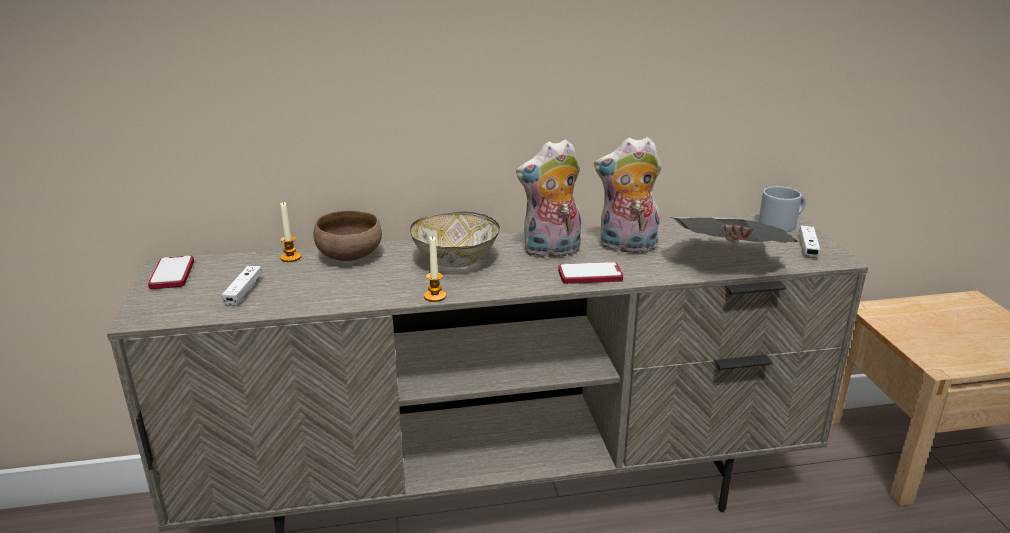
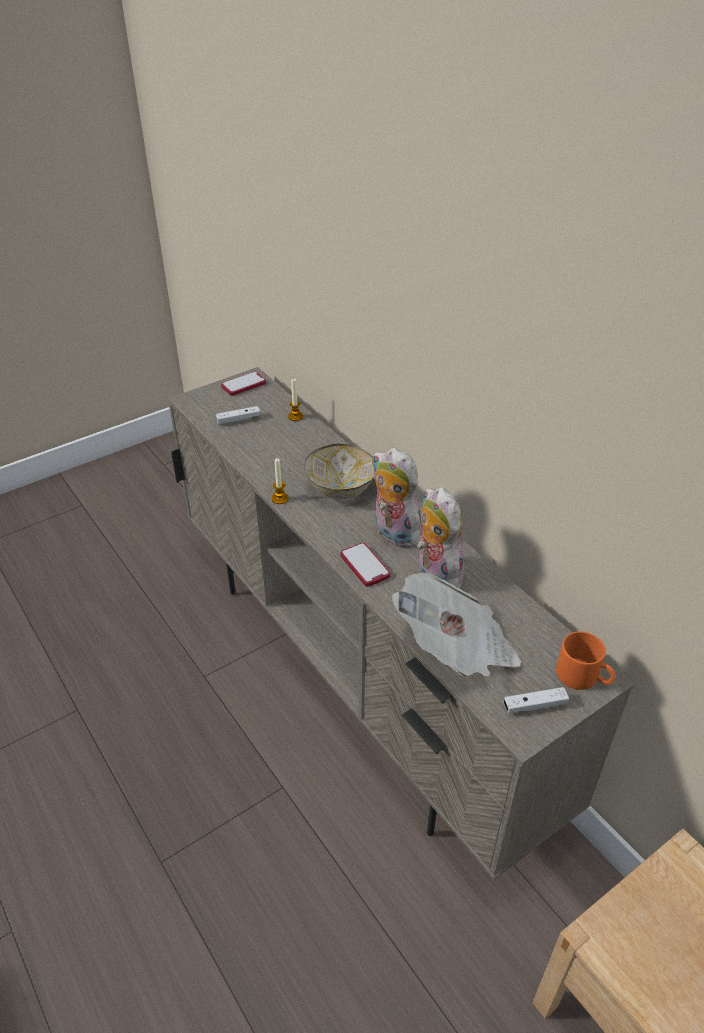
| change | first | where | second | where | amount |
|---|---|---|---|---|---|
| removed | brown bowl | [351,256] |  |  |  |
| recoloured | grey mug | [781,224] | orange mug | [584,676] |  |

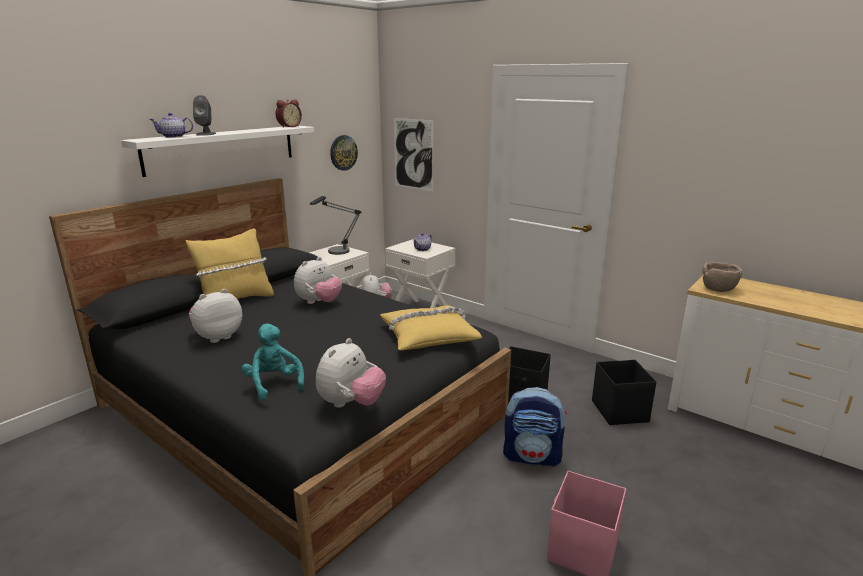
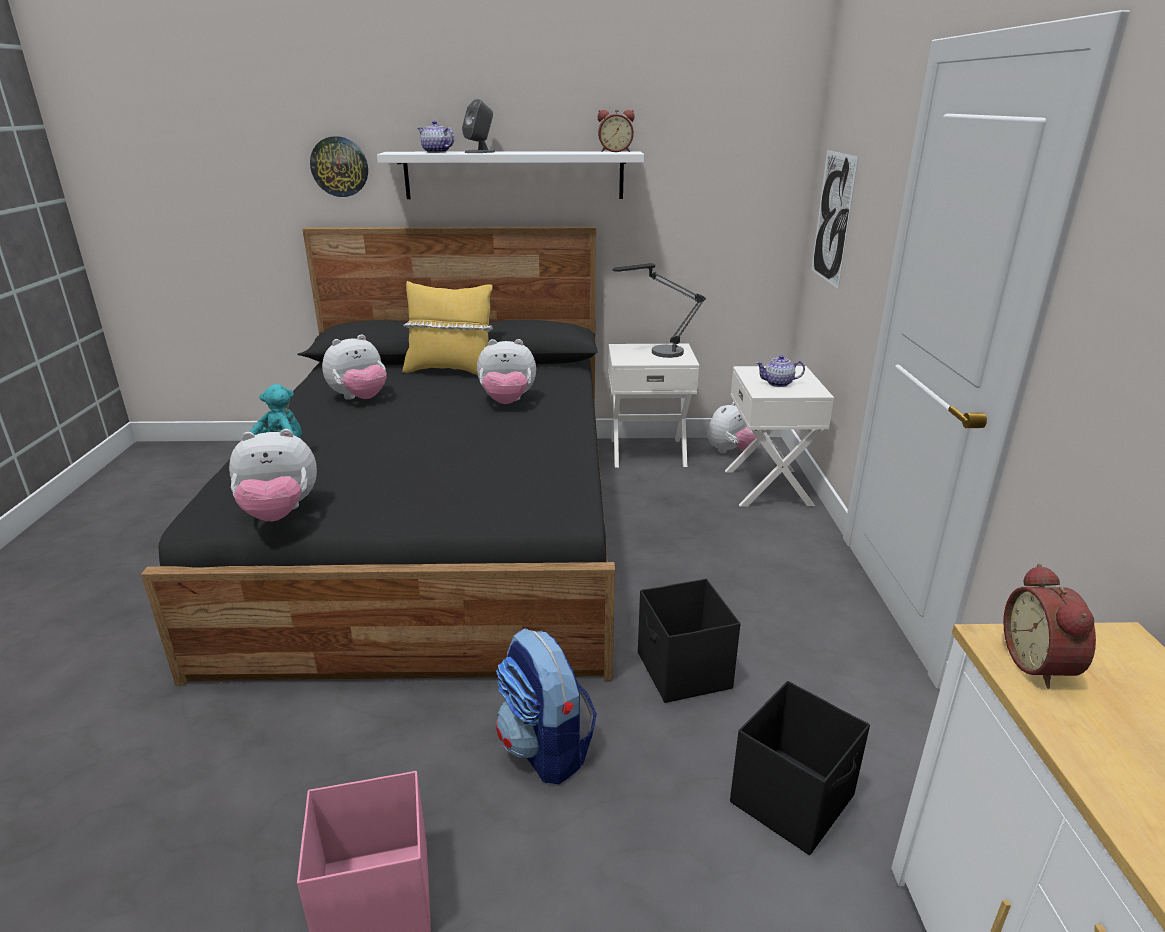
| change | first | where | second | where | amount |
|---|---|---|---|---|---|
| turned | plush toy | [217,337] |  | [360,399] | 135 degrees clockwise |
| moved | wall clock | [343,152] |  | [339,166] |  |
| removed | yellow pillow | [428,335] |  |  |  |
| replaced | brown bowl | [718,289] | alarm clock | [1041,664] |  |

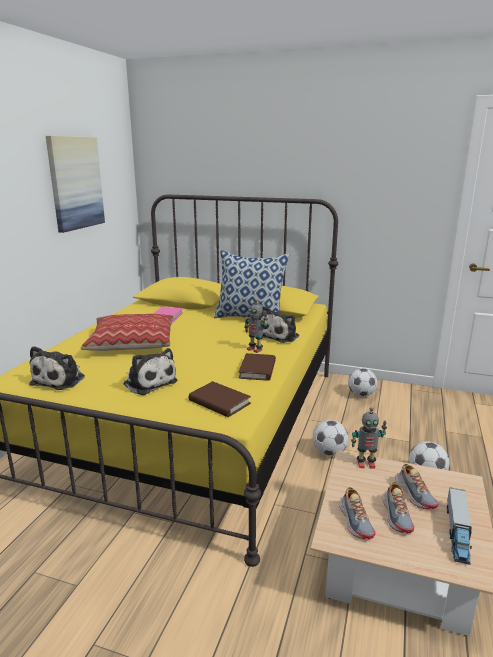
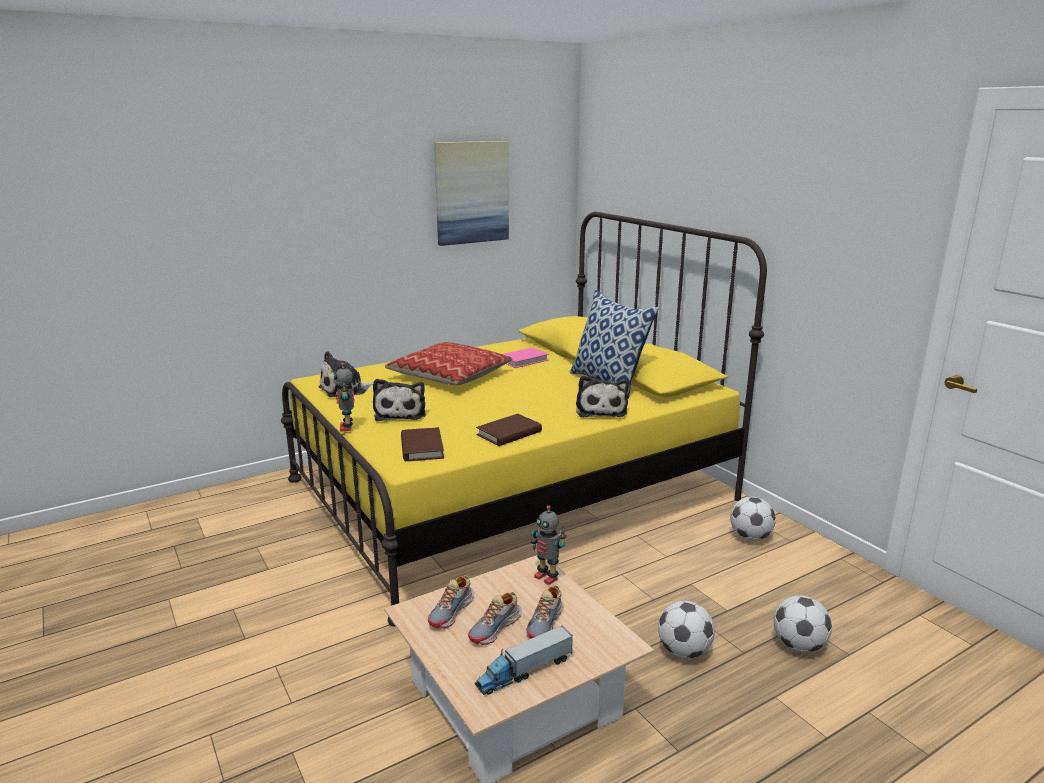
| change | first | where | second | where | amount |
|---|---|---|---|---|---|
| moved | toy robot | [255,349] |  | [347,427] |  |
| turned | plush toy | [280,336] |  | [600,410] | 75 degrees counterclockwise |
| moved | football | [329,452] |  | [798,645] |  |

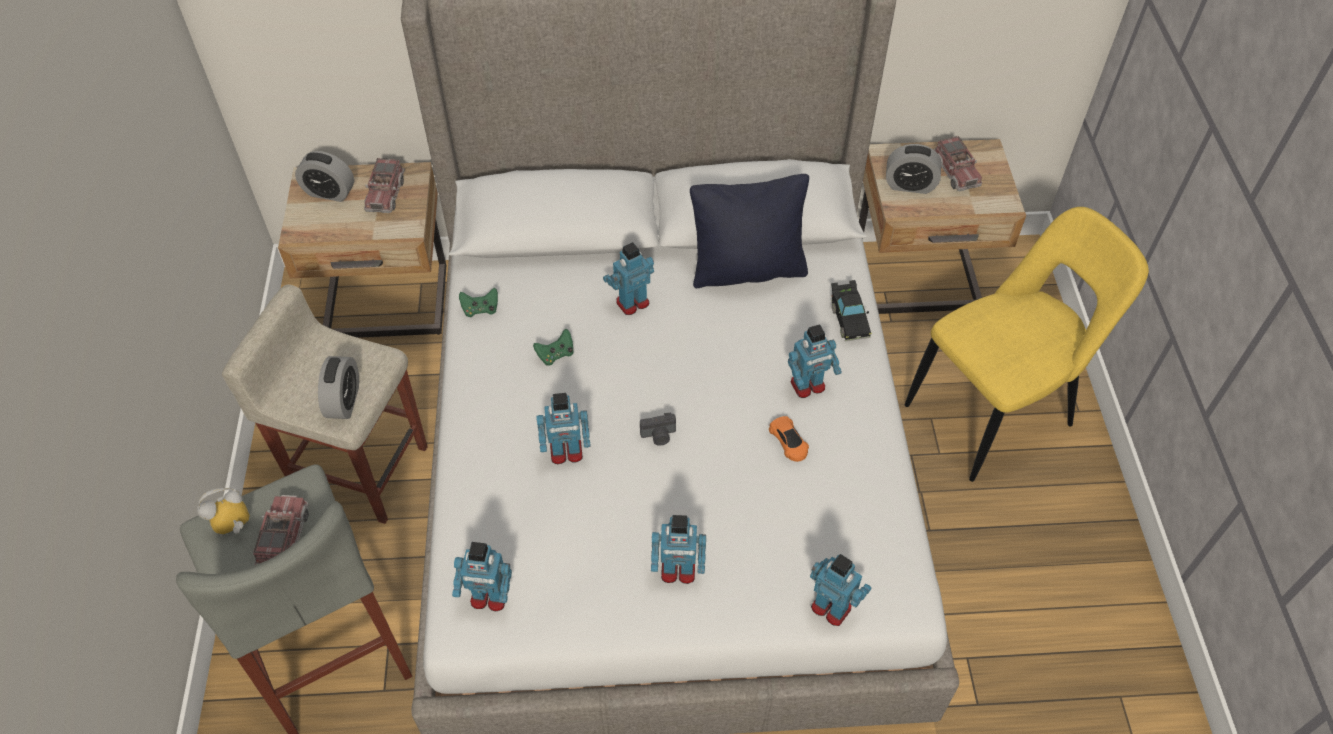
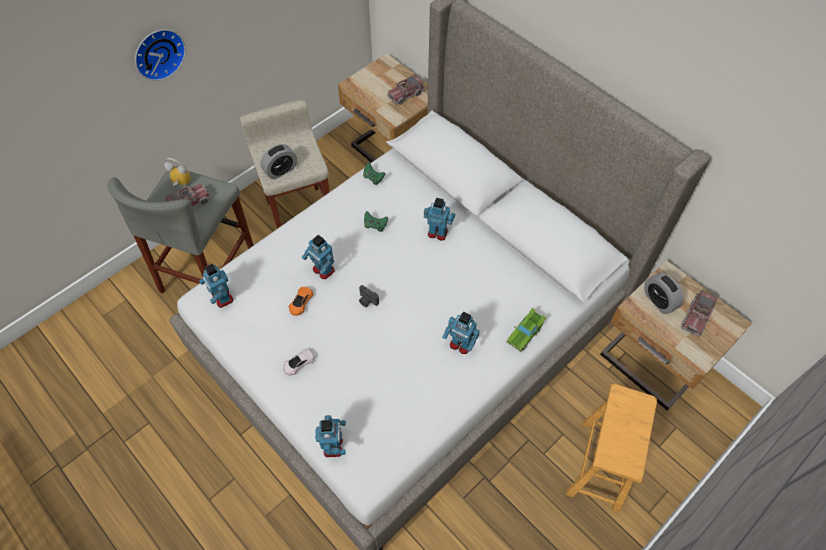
| change | first | where | second | where | amount |
|---|---|---|---|---|---|
| removed | alarm clock | [329,192] |  |  |  |
| replaced | toy robot | [678,571] | white toy car | [298,363] |  |
| removed | black pillow | [747,270] |  |  |  |
| moved | orange toy car | [789,441] |  | [301,302] |  |
| recoloured | black toy car | [848,318] | green toy car | [525,334] |  |
| replaced | yellow chair | [995,412] | brown stool | [600,465] |  |
| added |  |  | wall clock | [158,53] |  |

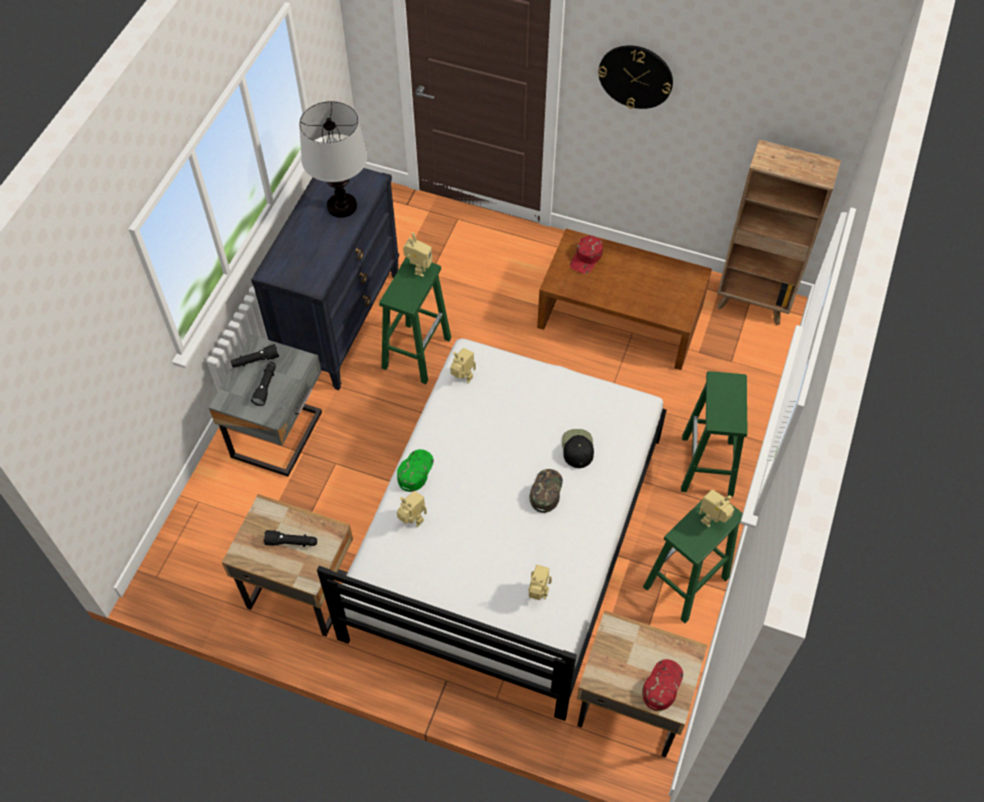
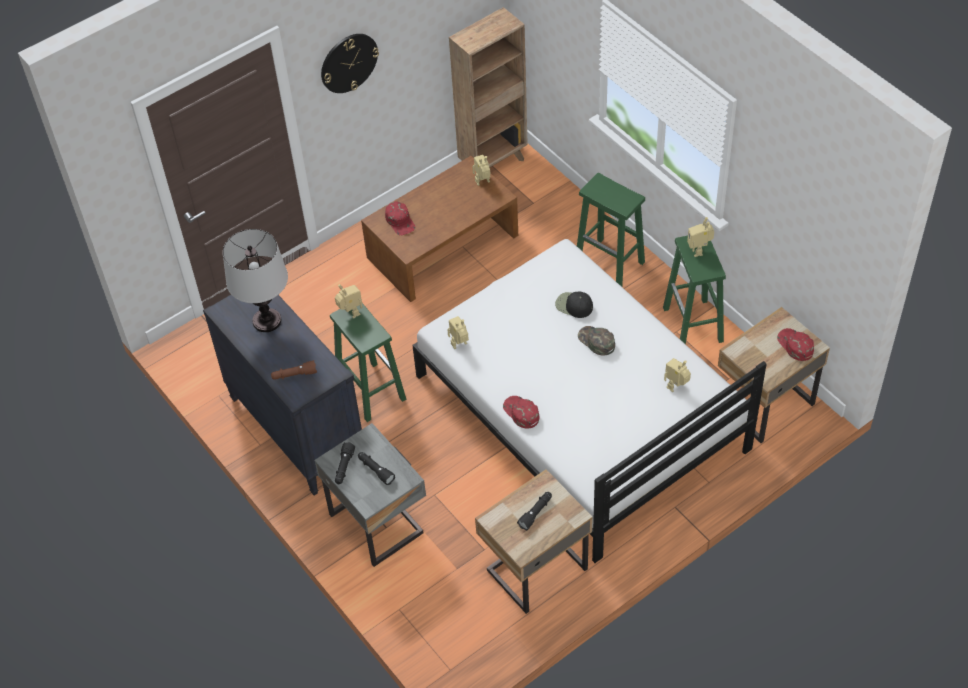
| change | first | where | second | where | amount |
|---|---|---|---|---|---|
| recoloured | green cap | [415,471] | red cap | [521,413] |  |
| moved | toy robot | [412,521] |  | [483,183] |  |
| added |  |  | brown flashlight | [294,375] |  |

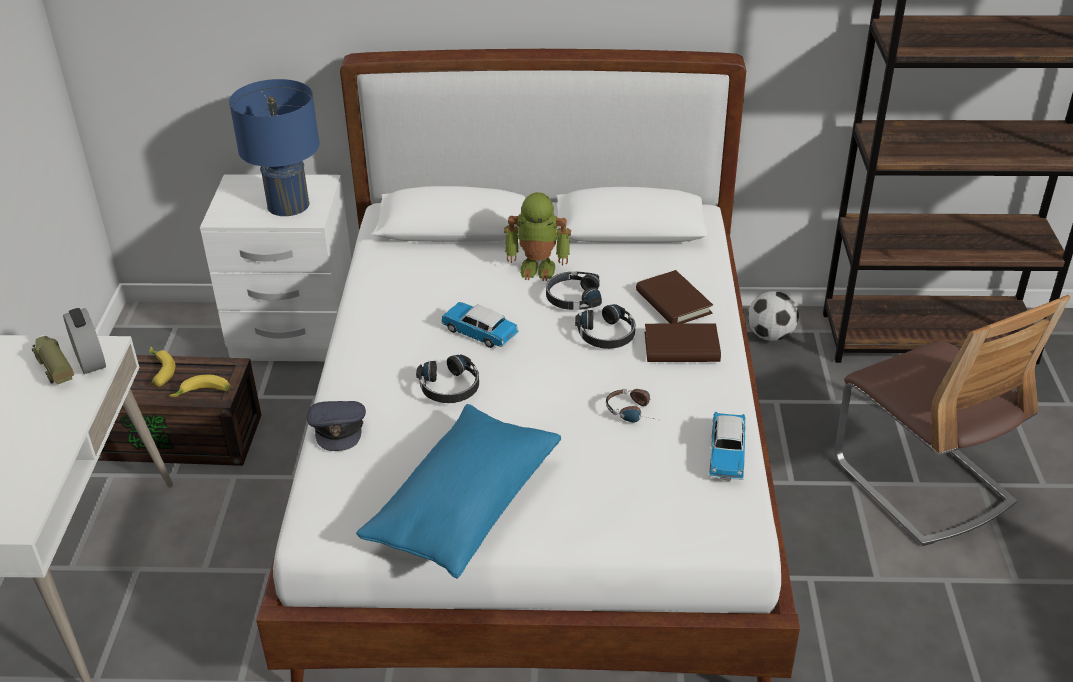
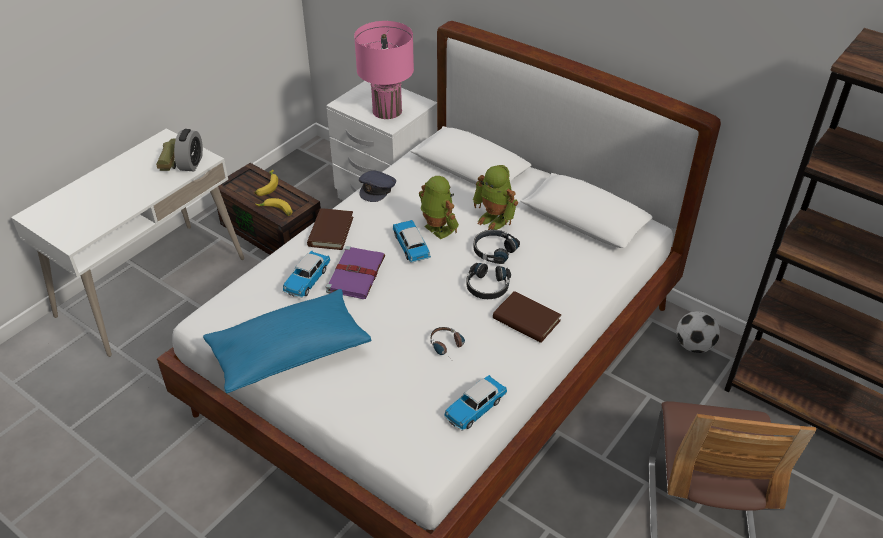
| change | first | where | second | where | amount |
|---|---|---|---|---|---|
| recoloured | blue table lamp | [288,205] | pink table lamp | [387,111] |  |
| moved | grey cap | [338,428] |  | [377,189] |  |
| replaced | black headphones | [450,387] | purple book | [356,274] |  |
| moved | brown book | [673,302] |  | [330,231] |  |
| added |  |  | toy car | [307,280] |  |
| added |  |  | toy robot | [437,230] |  |

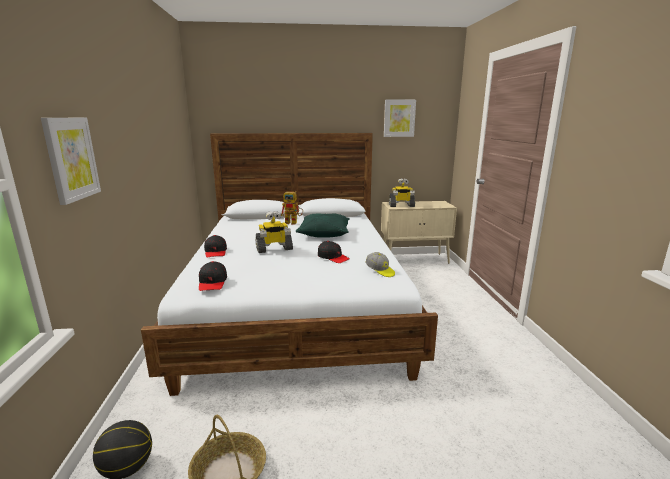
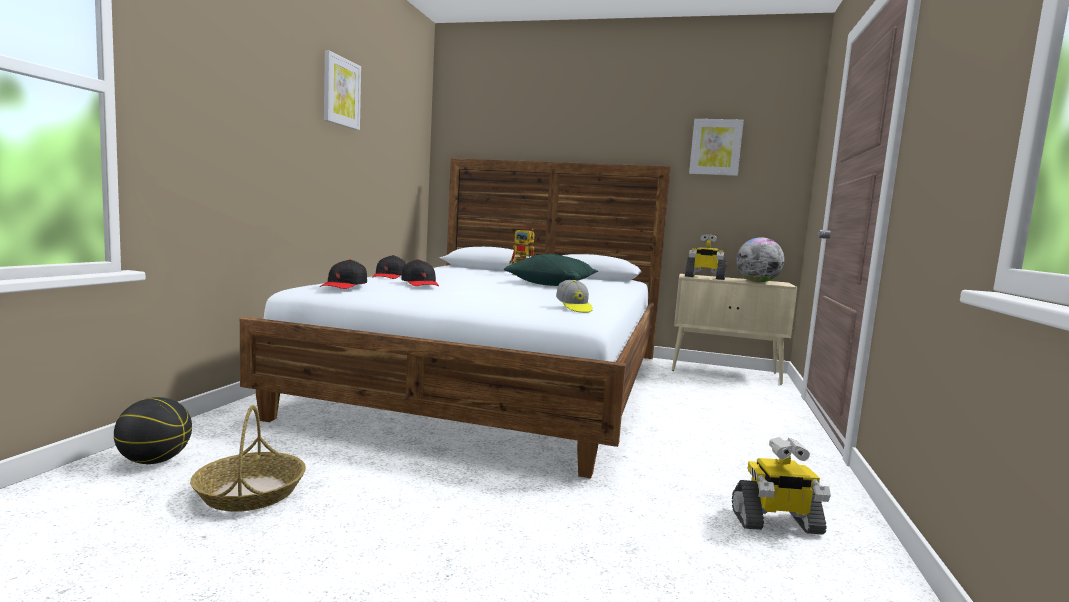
| change | first | where | second | where | amount |
|---|---|---|---|---|---|
| moved | picture | [71,159] |  | [341,92] |  |
| moved | toy robot | [274,249] |  | [776,522] |  |
| moved | black cap | [333,257] |  | [420,283] |  |
| added |  |  | globe | [757,282] |  |

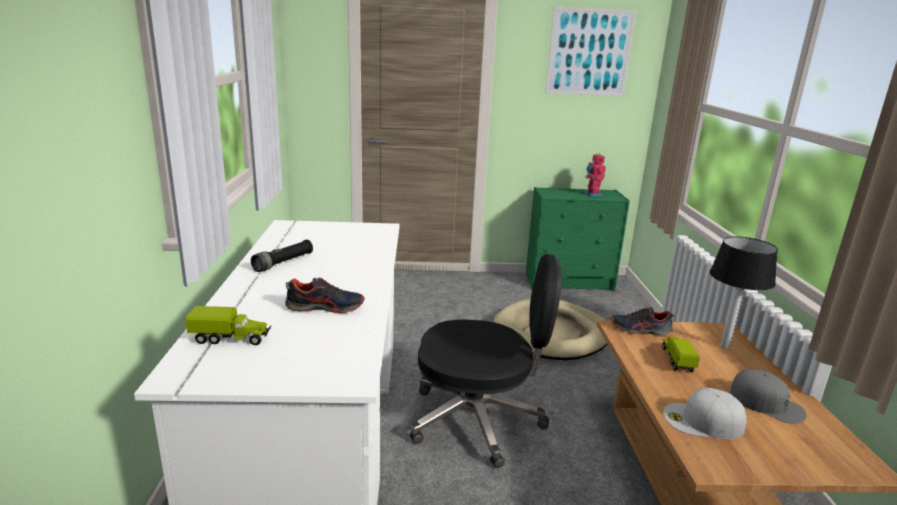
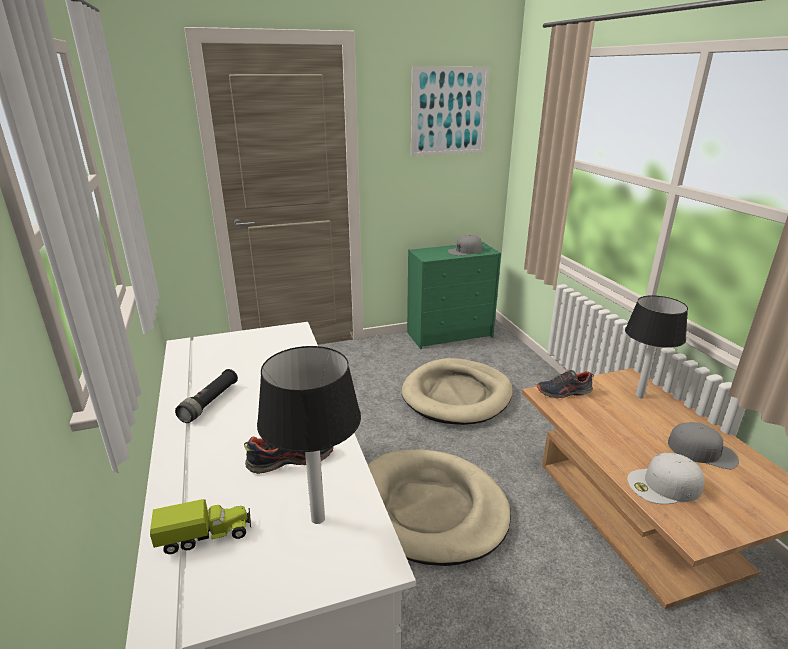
| change | first | where | second | where | amount |
|---|---|---|---|---|---|
| replaced | black office chair | [478,420] | beige dog bed | [429,509] |  |
| replaced | toy robot | [592,194] | grey cap | [465,251] |  |
| removed | toy truck | [676,360] |  |  |  |
| added |  |  | table lamp | [317,519] |  |

